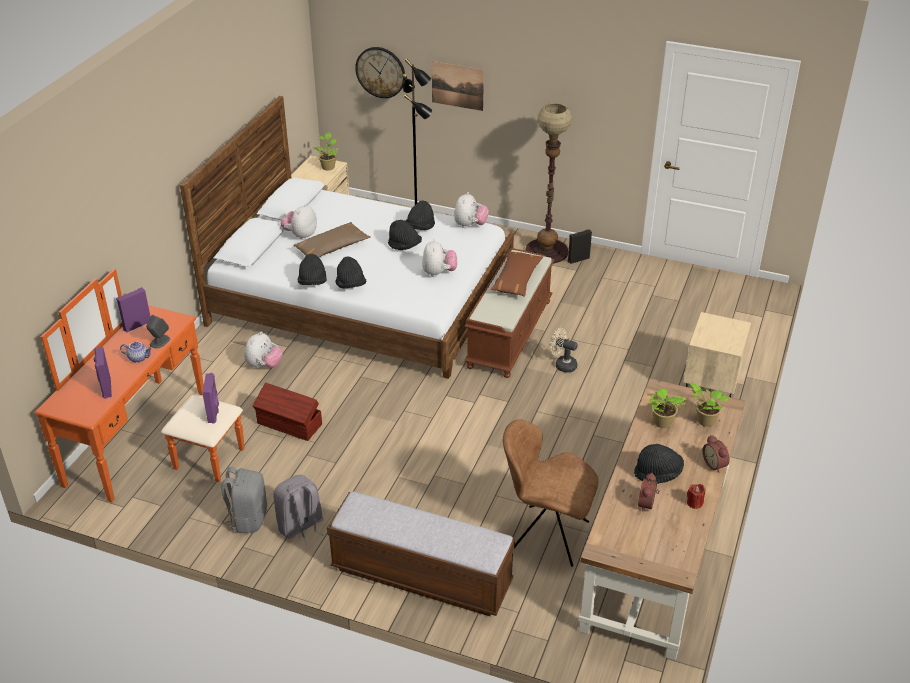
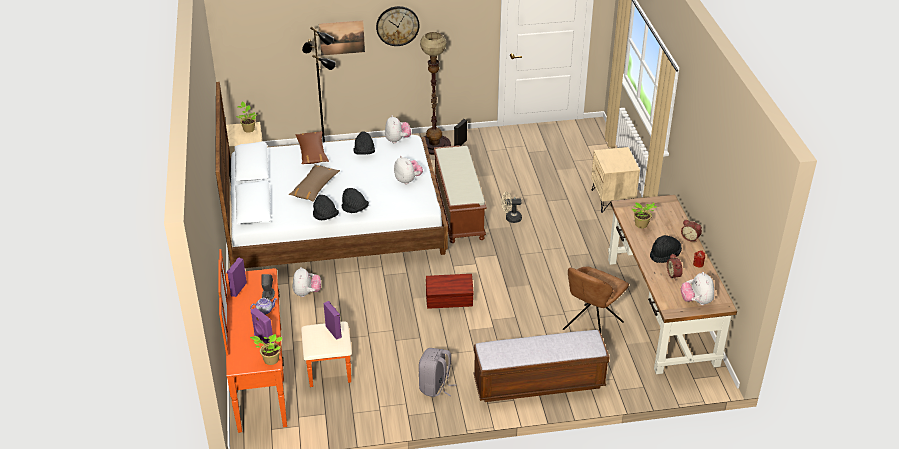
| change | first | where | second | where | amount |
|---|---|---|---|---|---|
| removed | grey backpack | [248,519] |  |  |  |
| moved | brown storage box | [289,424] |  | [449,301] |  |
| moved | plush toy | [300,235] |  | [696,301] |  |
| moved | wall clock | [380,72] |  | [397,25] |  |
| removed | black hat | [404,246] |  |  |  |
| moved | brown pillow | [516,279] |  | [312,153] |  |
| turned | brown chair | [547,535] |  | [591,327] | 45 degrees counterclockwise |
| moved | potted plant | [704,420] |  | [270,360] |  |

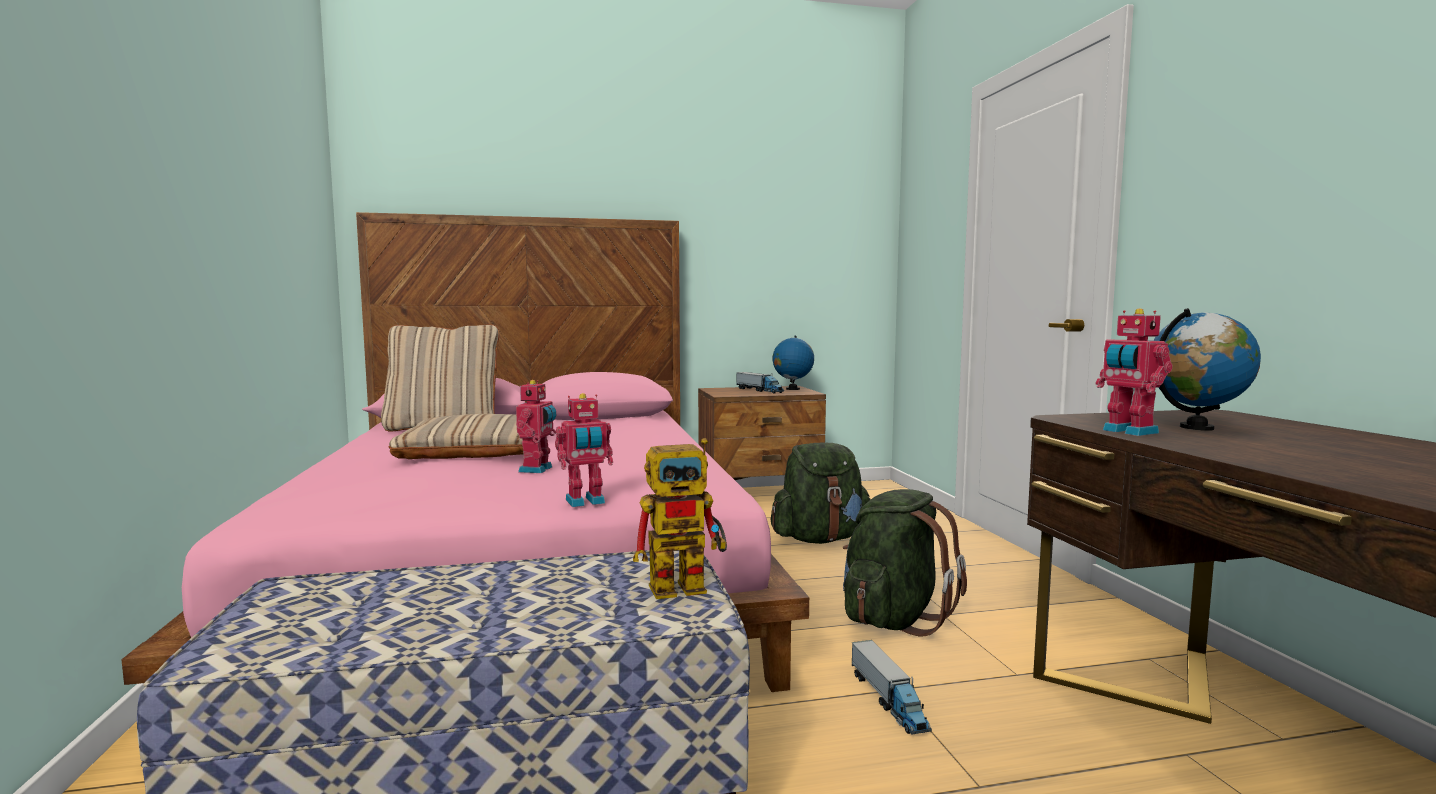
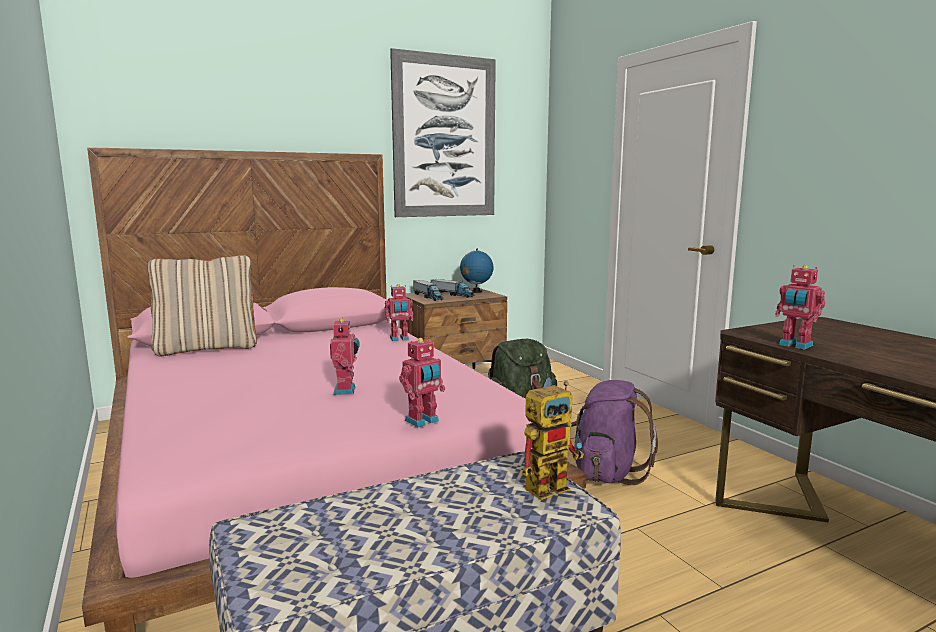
| change | first | where | second | where | amount |
|---|---|---|---|---|---|
| removed | beige pillow | [474,449] |  |  |  |
| recoloured | green backpack | [893,618] | purple backpack | [607,473] |  |
| moved | toy truck | [888,700] |  | [428,296] |  |
| removed | globe | [1196,428] |  |  |  |
| added |  |  | toy robot | [399,339] |  |
| added |  |  | picture | [445,137] |  |

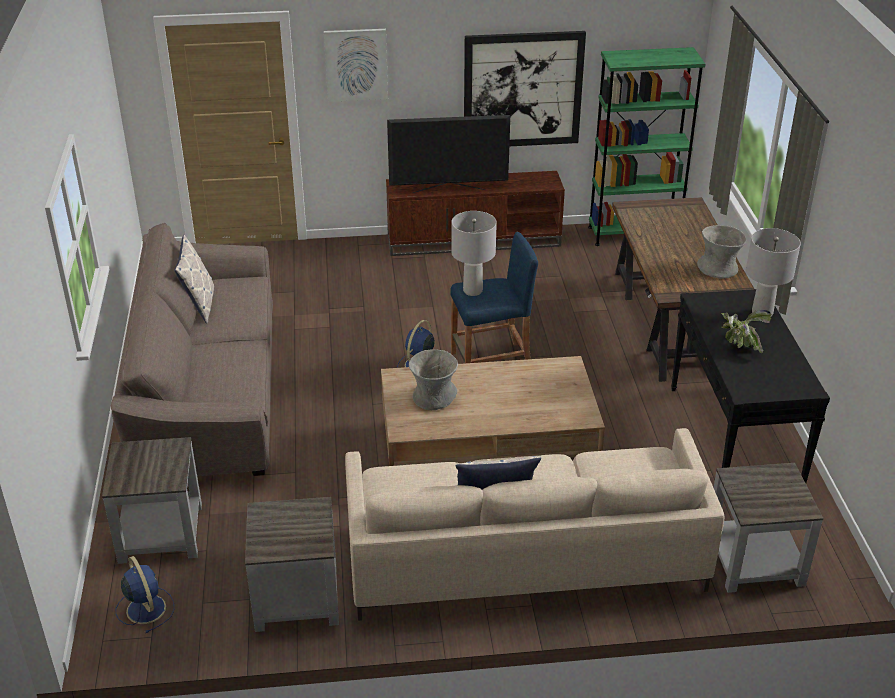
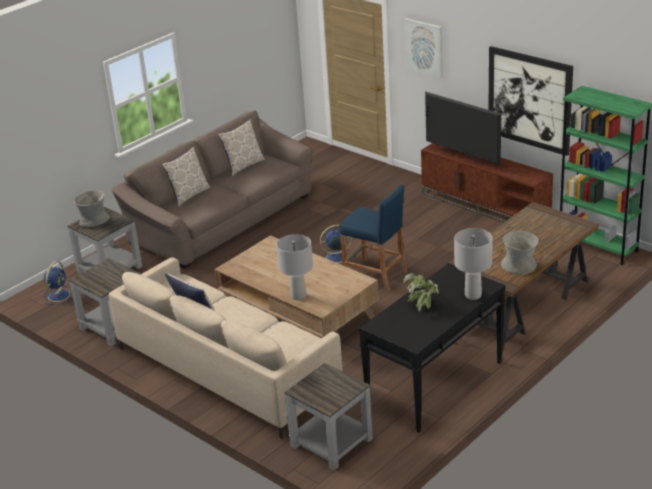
| change | first | where | second | where | amount |
|---|---|---|---|---|---|
| moved | grey vase | [433,397] |  | [94,221] |  |
| moved | grey table lamp | [473,290] |  | [298,296] |  |
| added |  |  | pillow | [189,195] |  |

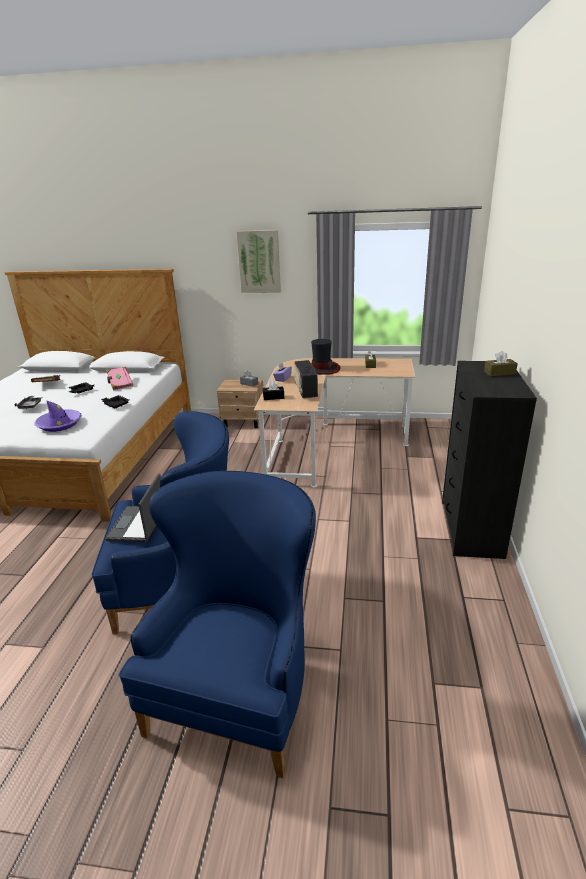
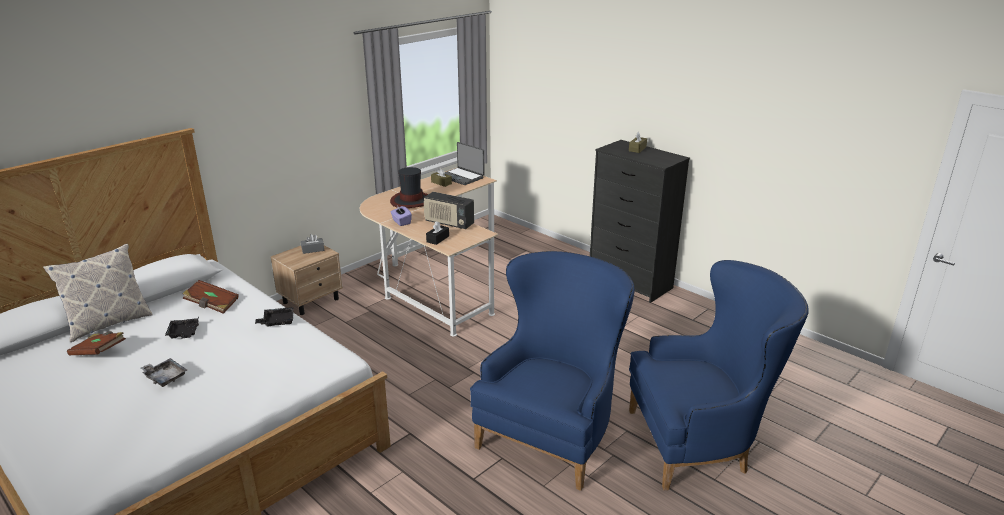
| change | first | where | second | where | amount |
|---|---|---|---|---|---|
| removed | purple hat | [59,424] |  |  |  |
| moved | laptop | [138,525] |  | [462,177] |  |
| recoloured | pink book | [120,384] | brown book | [212,305] |  |
| turned | blue armchair | [239,691] |  | [700,443] | 120 degrees clockwise |
| removed | picture | [259,262] |  |  |  |
| added |  |  | pillow | [109,323] |  |

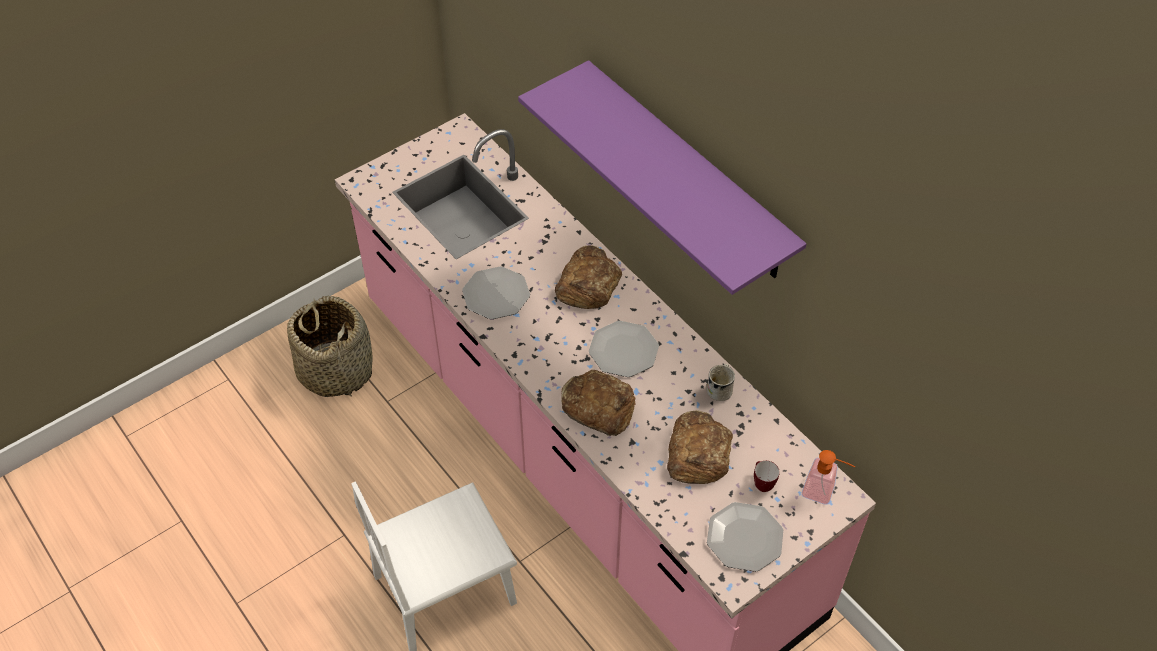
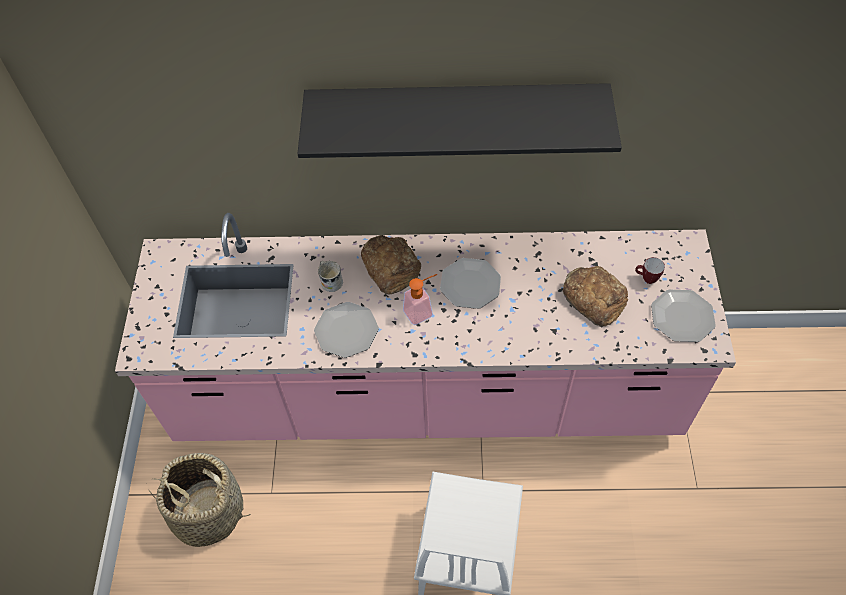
| change | first | where | second | where | amount |
|---|---|---|---|---|---|
| recoloured | purple shelf | [688,172] | black shelf | [456,111] |  |
| removed | bread | [598,406] |  |  |  |
| moved | white mug | [721,388] |  | [330,281] |  |
| moved | soap dispenser | [824,493] |  | [422,311] |  |

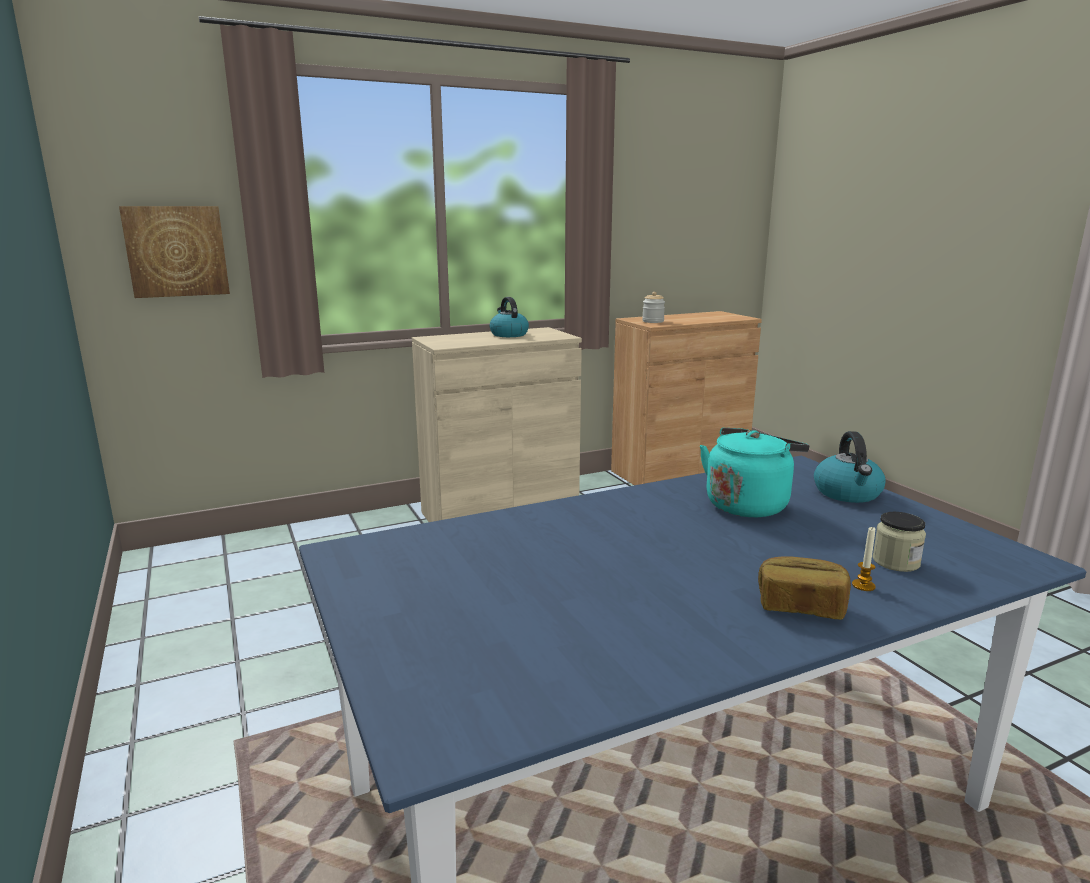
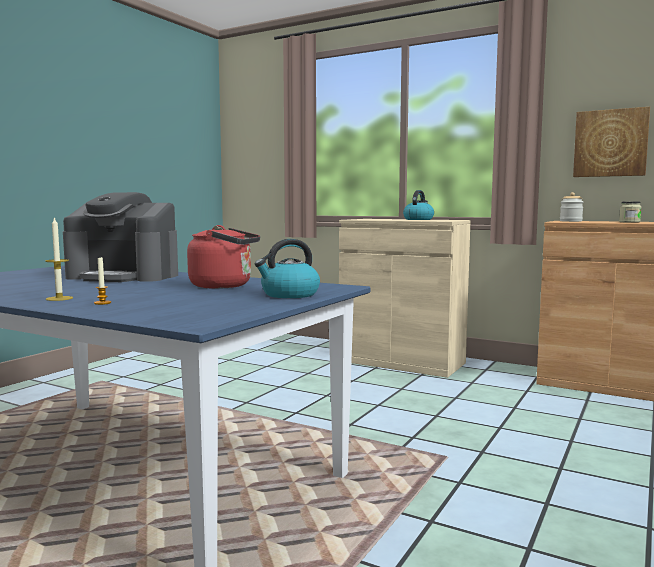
| change | first | where | second | where | amount |
|---|---|---|---|---|---|
| moved | picture | [176,251] |  | [610,143] |  |
| recoloured | turquoise kettle | [748,504] | red kettle | [225,286] |  |
| replaced | bread | [800,607] | candle | [59,298] |  |
| moved | jar | [896,562] |  | [629,222] |  |
| added |  |  | coffee machine | [125,276] |  |

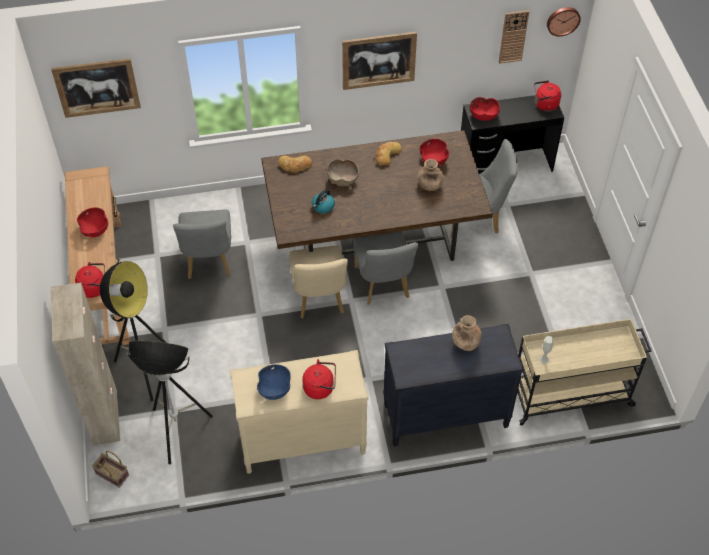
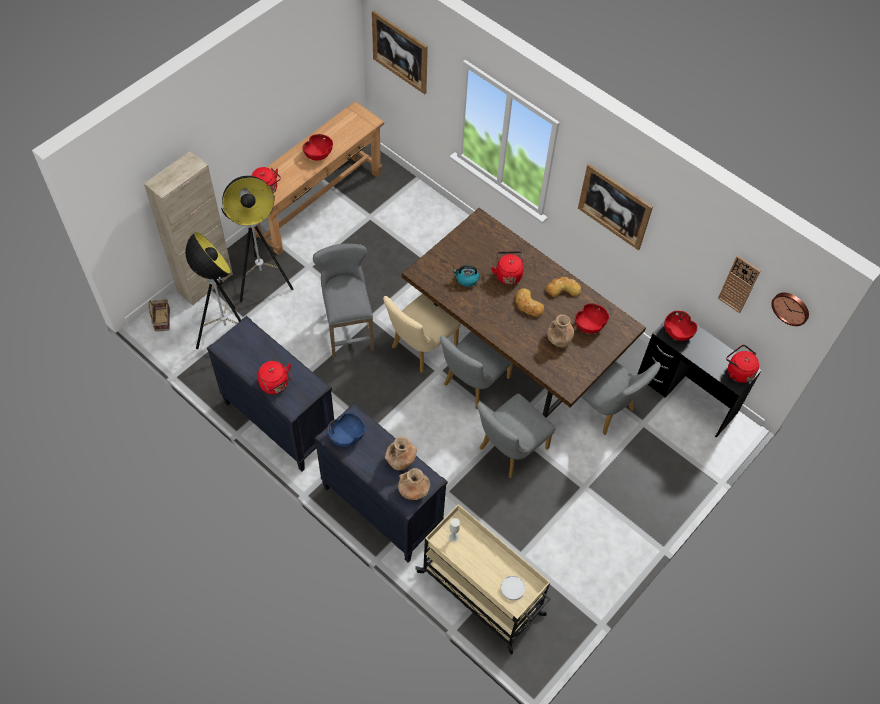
| change | first | where | second | where | amount |
|---|---|---|---|---|---|
| moved | grey chair | [209,262] |  | [509,450] |  |
| recoloured | beige dresser | [302,443] | black dresser | [279,422] |  |
| moved | blue bowl | [275,388] |  | [347,436] |  |
| moved | bread | [295,165] |  | [528,305] |  |
| replaced | brown bowl | [343,179] | red kettle | [508,274] |  |
| added |  |  | grey stool | [348,327] |  |
| added |  |  | brown vase | [414,491] |  |
| added |  |  | white plate | [512,588] |  |

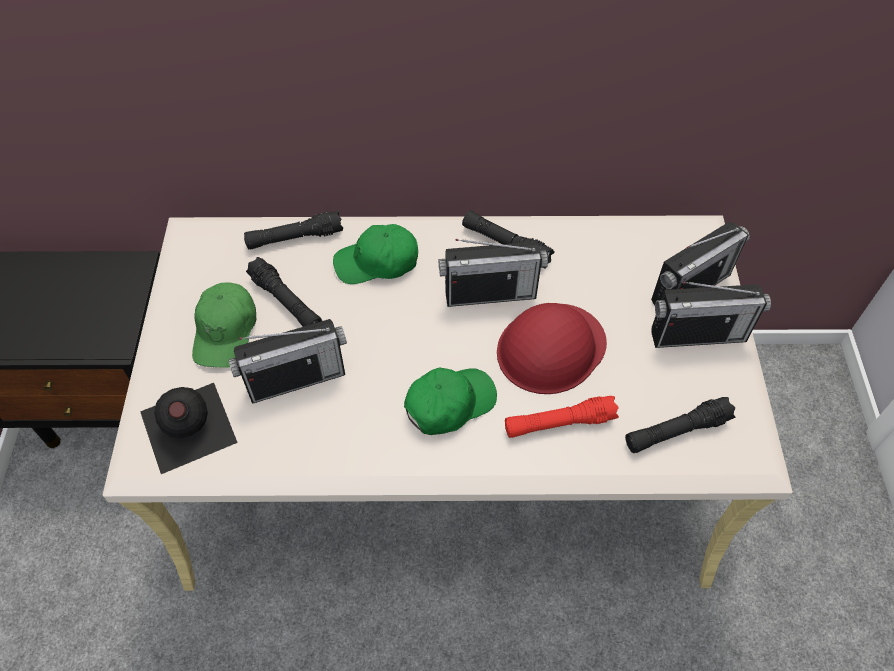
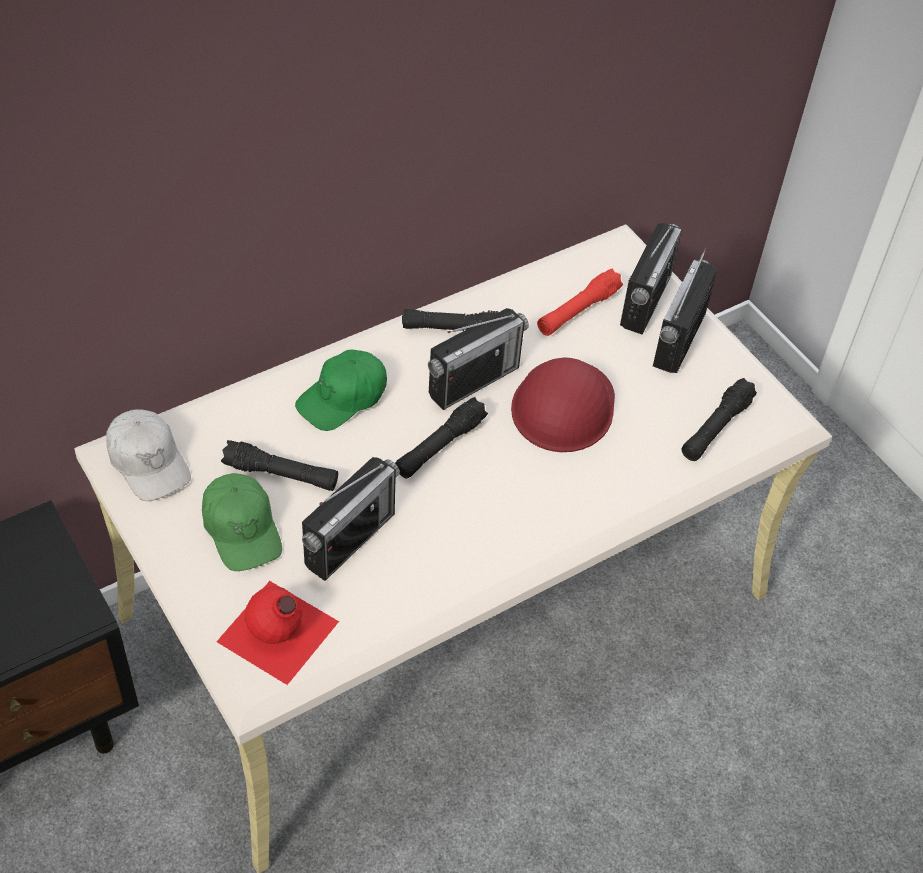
| change | first | where | second | where | amount |
|---|---|---|---|---|---|
| recoloured | black bottle | [187,428] | red bottle | [278,633] |  |
| moved | black flashlight | [295,238] |  | [440,446] |  |
| removed | green cap | [449,404] |  |  |  |
| moved | red flashlight | [559,423] |  | [578,311] |  |
| turned | radio | [698,335] |  | [679,339] | 150 degrees clockwise |
| added |  |  | white cap | [148,462] |  |

